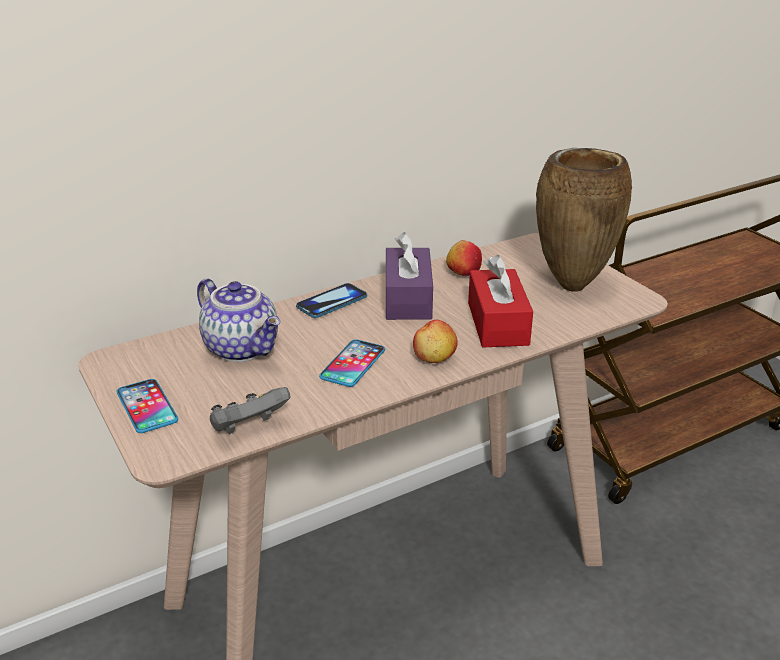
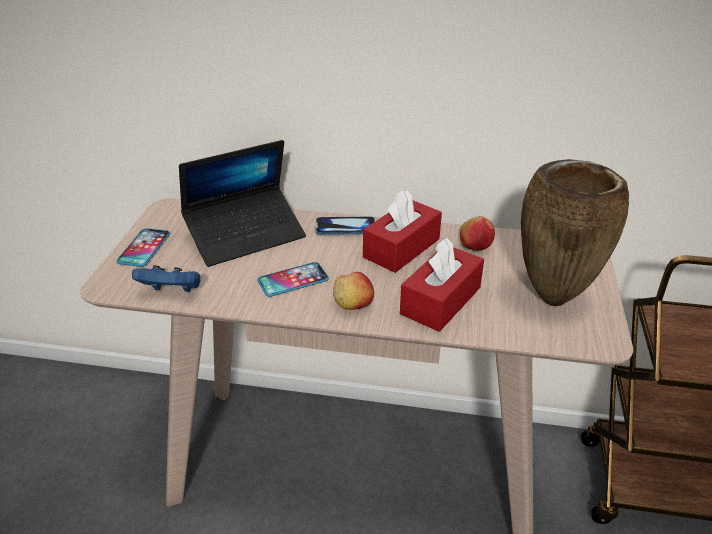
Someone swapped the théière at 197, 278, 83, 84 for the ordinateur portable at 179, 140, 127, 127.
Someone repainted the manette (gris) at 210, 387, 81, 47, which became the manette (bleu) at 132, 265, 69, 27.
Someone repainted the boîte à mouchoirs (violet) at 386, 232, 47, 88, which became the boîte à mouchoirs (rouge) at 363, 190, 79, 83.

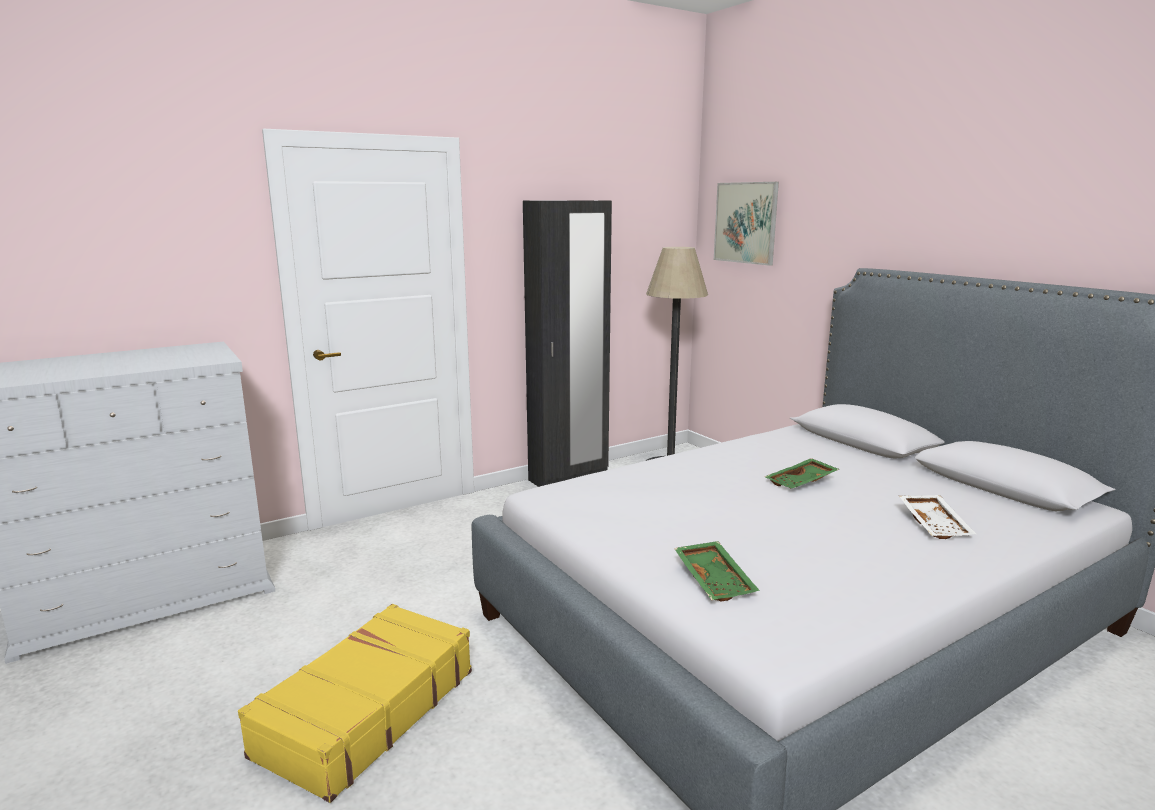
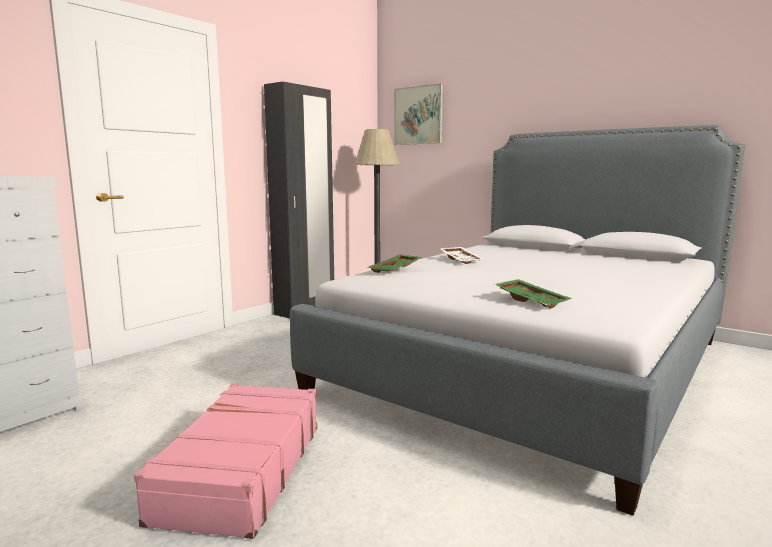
Someone repainted the valise (jaune) at 238, 604, 234, 199, which became the valise (rose) at 134, 384, 183, 155.
Someone carried the plateau (vert) from 765, 458, 74, 31 to 366, 255, 55, 18.
Someone carried the plateau (blanc) from 899, 495, 77, 44 to 439, 247, 45, 17.

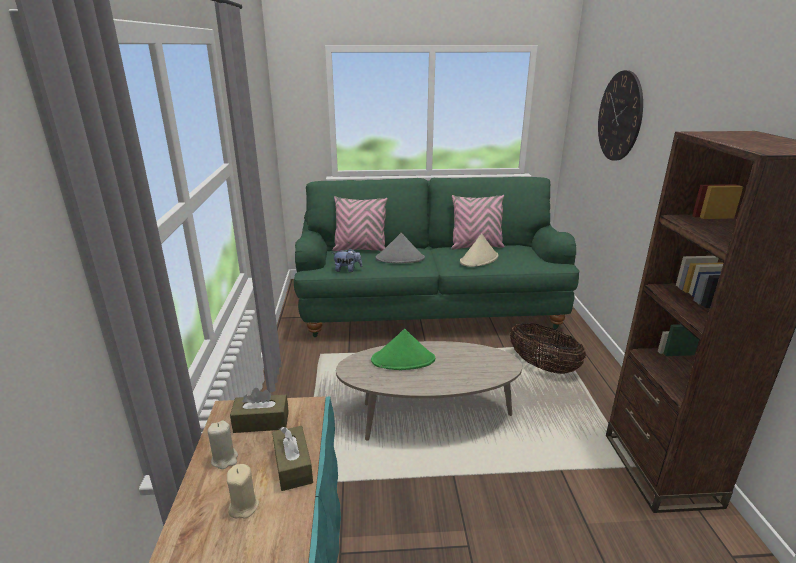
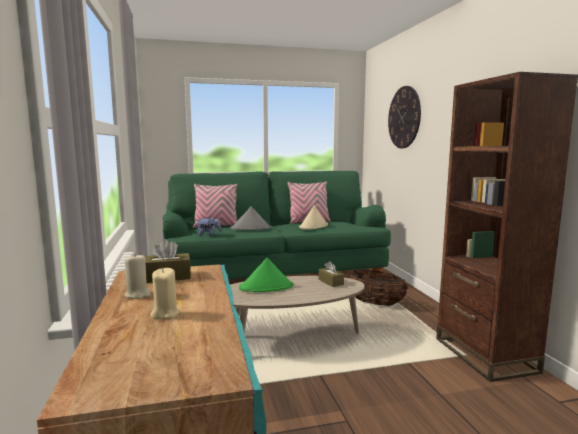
Someone carried the boîte à mouchoirs (marron) from 272, 426, 41, 65 to 319, 261, 25, 26.

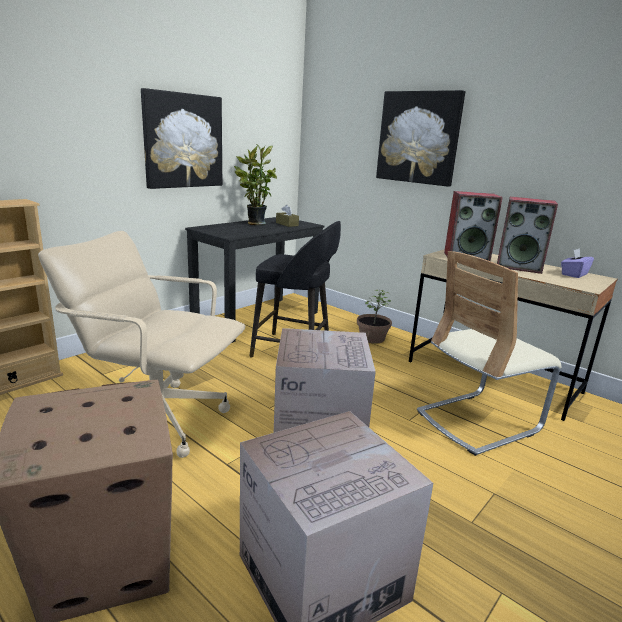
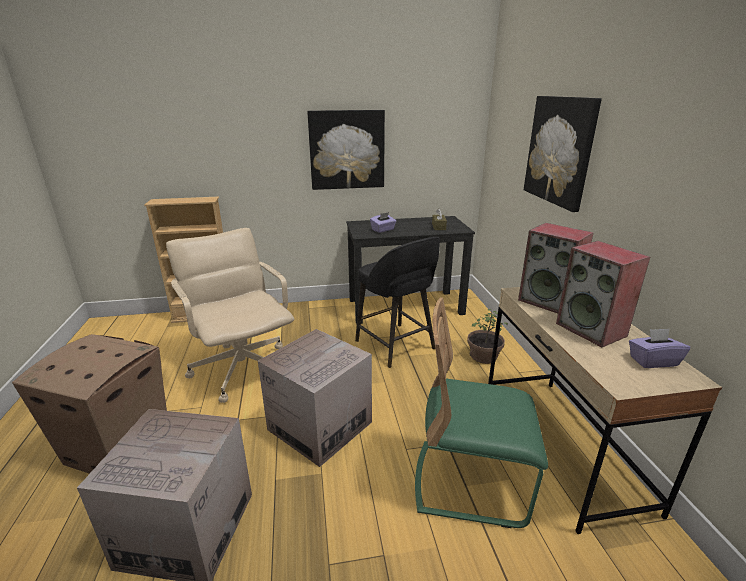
Someone took away the plante en pot at 234, 144, 43, 81.
Someone repainted the chaise (beige) at 417, 251, 145, 205, which became the chaise (vert) at 415, 297, 133, 231.
Someone put down the boîte à mouchoirs (violet) at 370, 212, 26, 21.

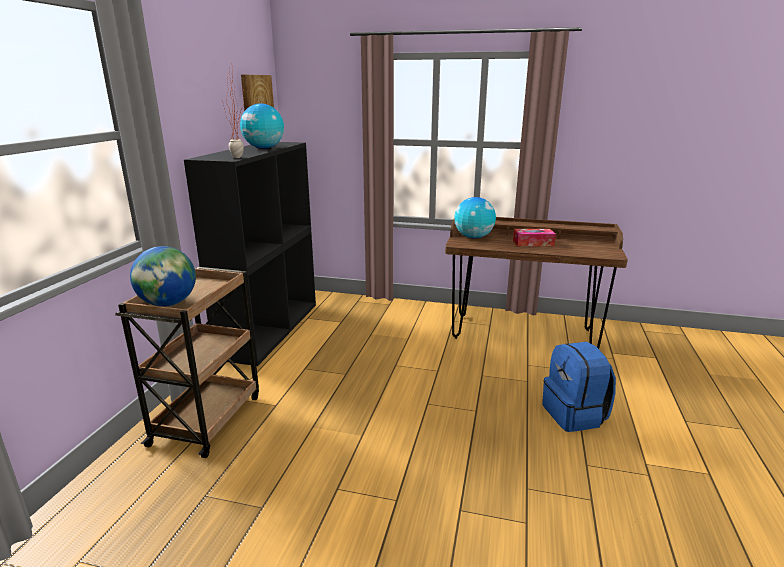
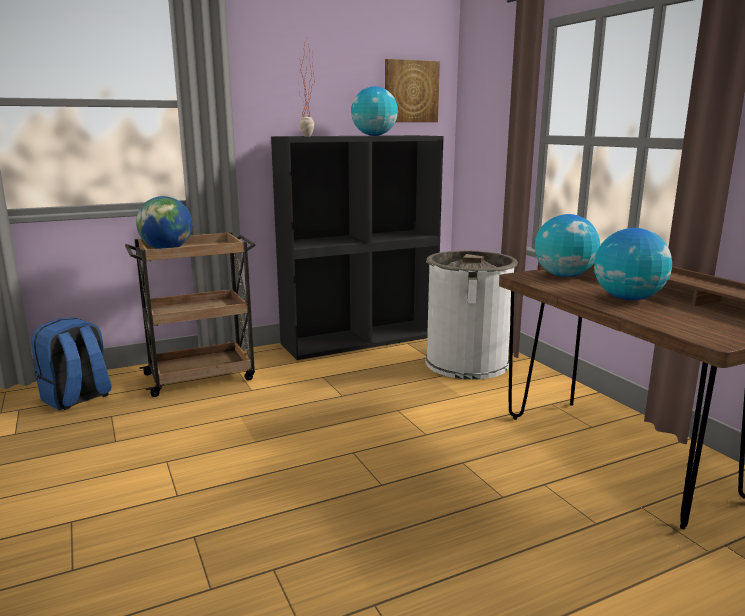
Someone swapped the boîte à mouchoirs at 513, 229, 43, 17 for the globe at 594, 228, 78, 72.
Someone carried the sac à dos (bleu) from 542, 342, 74, 90 to 31, 317, 80, 93.
Someone put down the poubelle (blanc) at 425, 250, 93, 130.

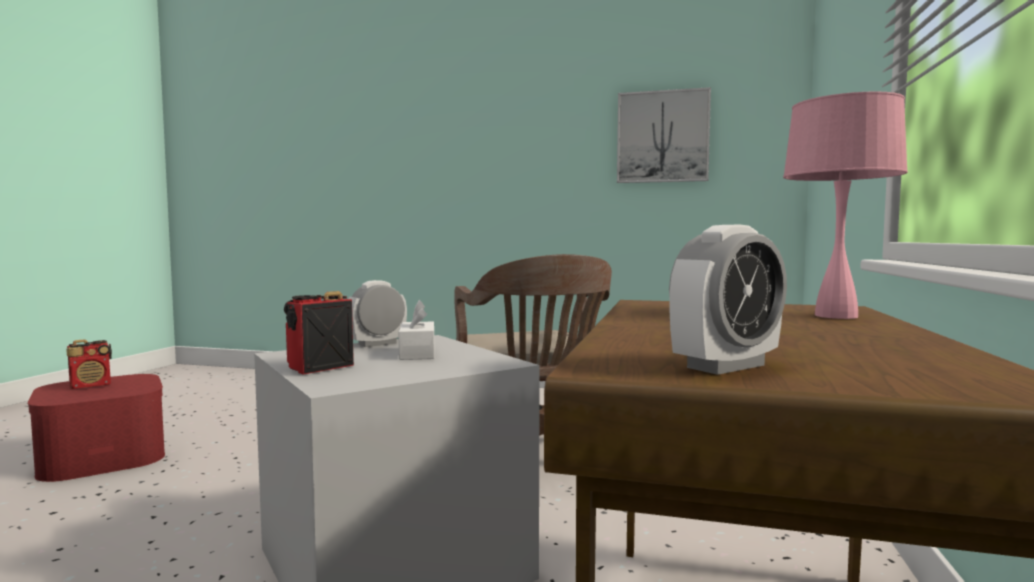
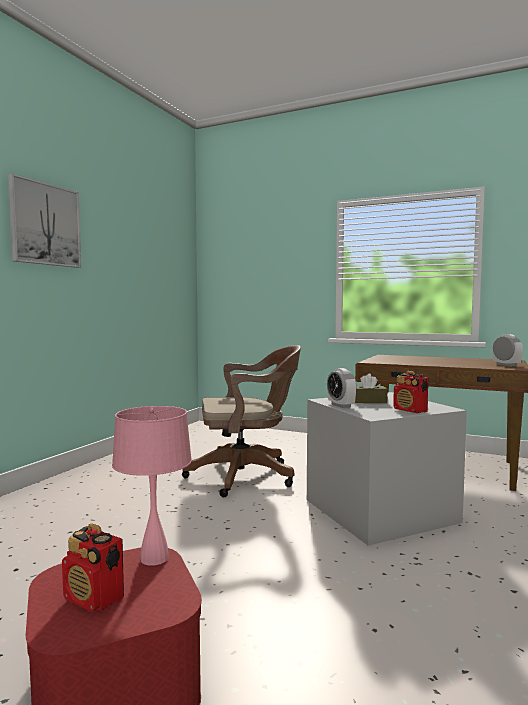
Someone rotated the radio at 66, 339, 46, 50 by 150 degrees clockwise.
Someone repainted the boîte à mouchoirs (blanc) at 398, 300, 37, 60, which became the boîte à mouchoirs (marron) at 355, 373, 32, 30.
Someone carried the tableau from 617, 87, 94, 96 to 8, 174, 73, 94.
Someone carried the lampe de table (rose) from 783, 92, 125, 227 to 112, 406, 80, 160.

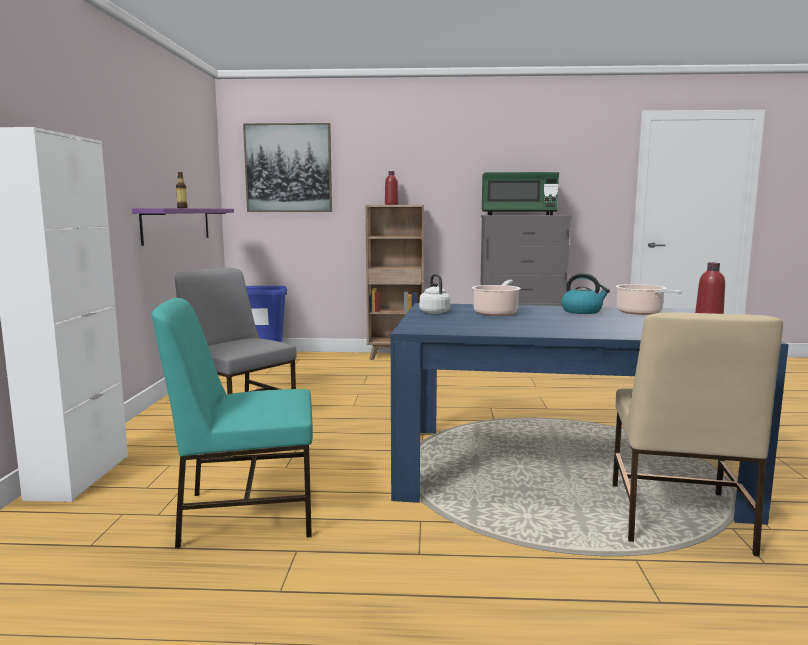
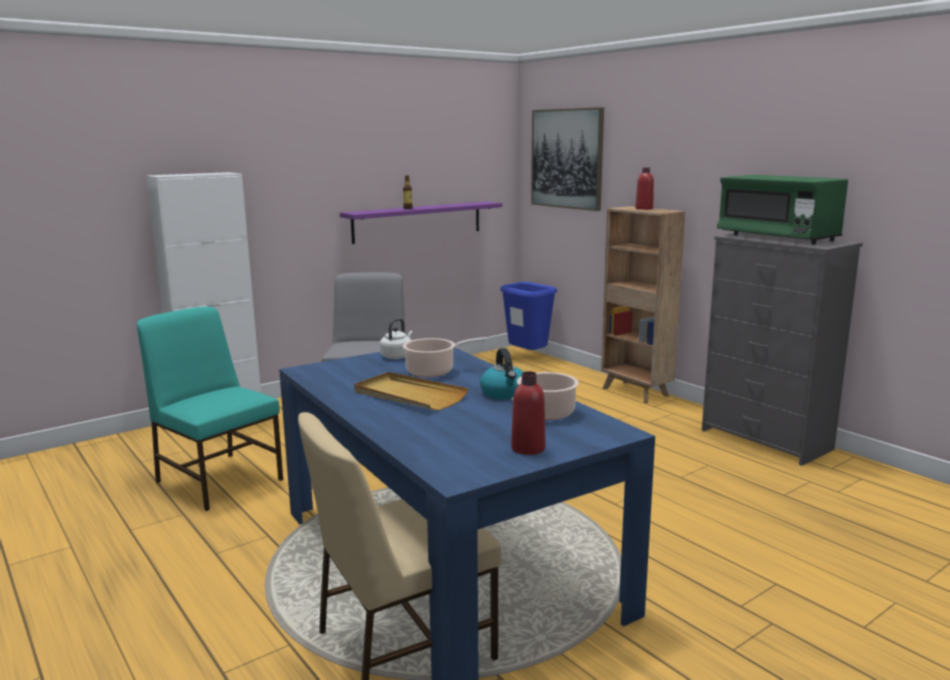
Someone put down the plateau (beige) at 354, 372, 114, 39.

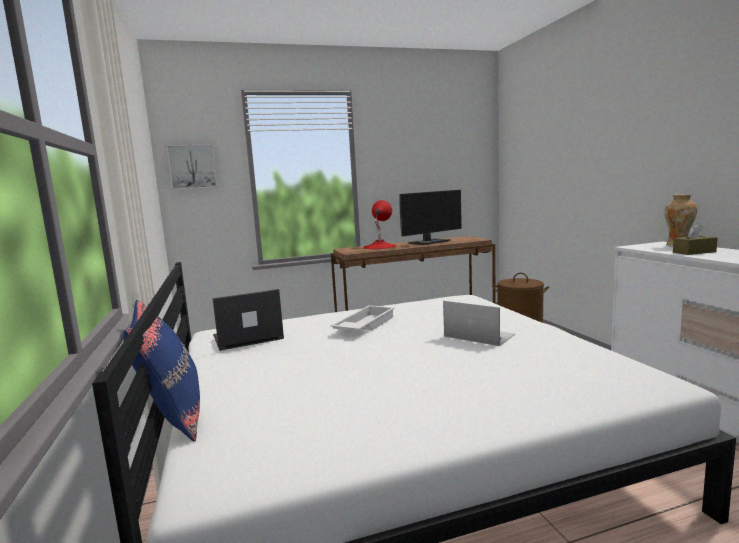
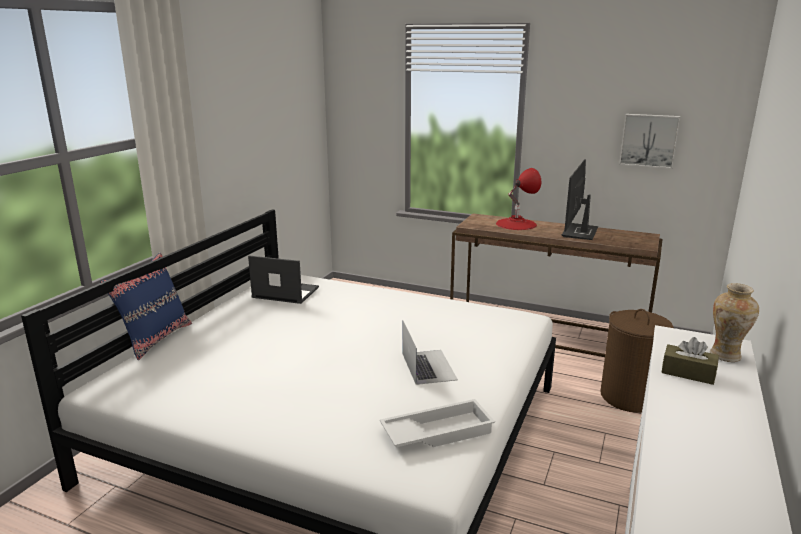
Someone carried the tableau from 166, 144, 51, 46 to 619, 114, 61, 55.
Someone carried the plateau (blanc) from 330, 305, 65, 26 to 380, 399, 115, 48.
Someone rotated the écran d'ordinateur at 400, 190, 62, 55 by 105 degrees clockwise.

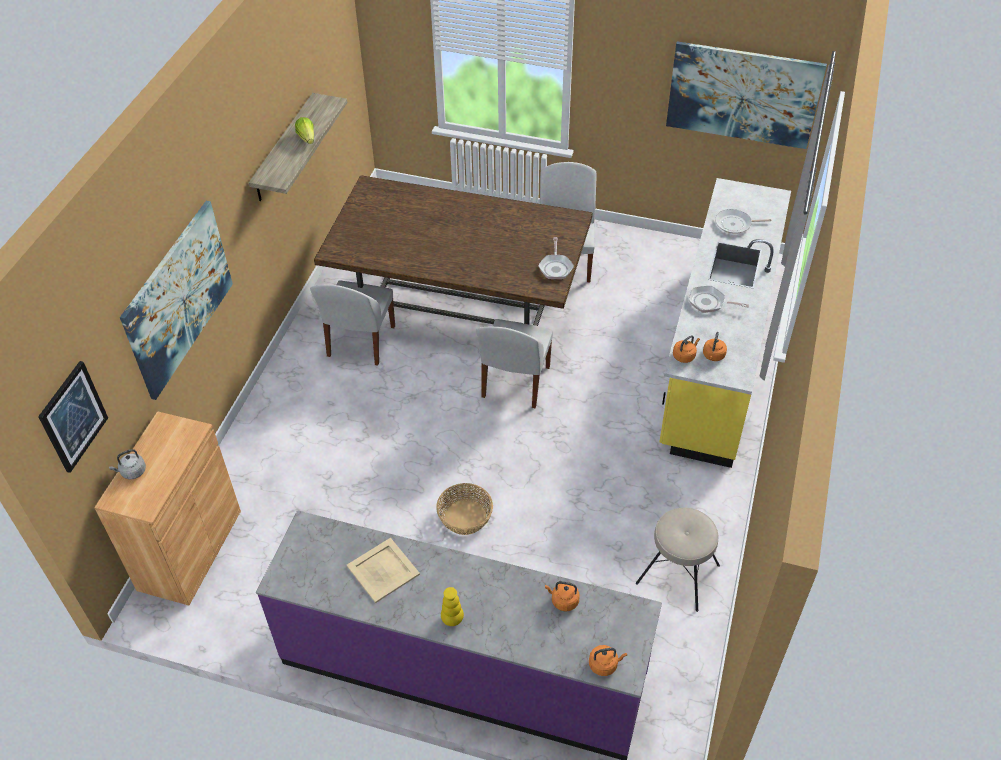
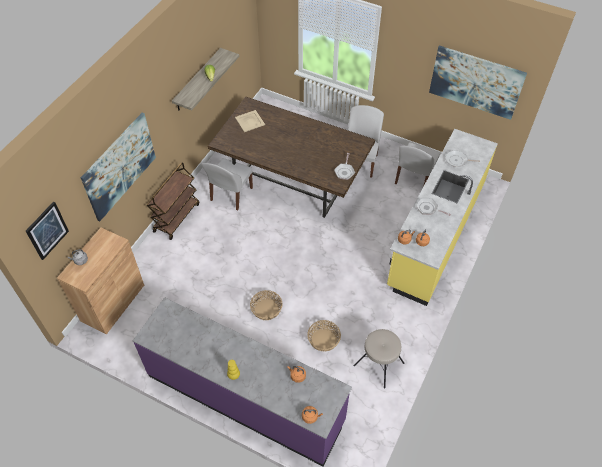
Someone carried the plateau (beige) from 347, 538, 73, 65 to 235, 110, 30, 22.
Someone carried the chaise (blanc) from 476, 319, 77, 89 to 395, 142, 45, 45.
Someone put down the chariot (marron) at 147, 163, 52, 77.
Someone put down the panier at 307, 320, 34, 31.

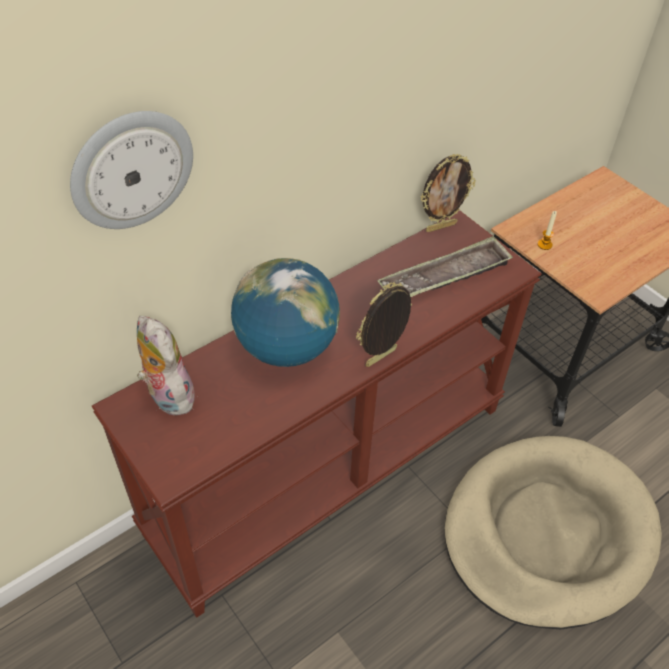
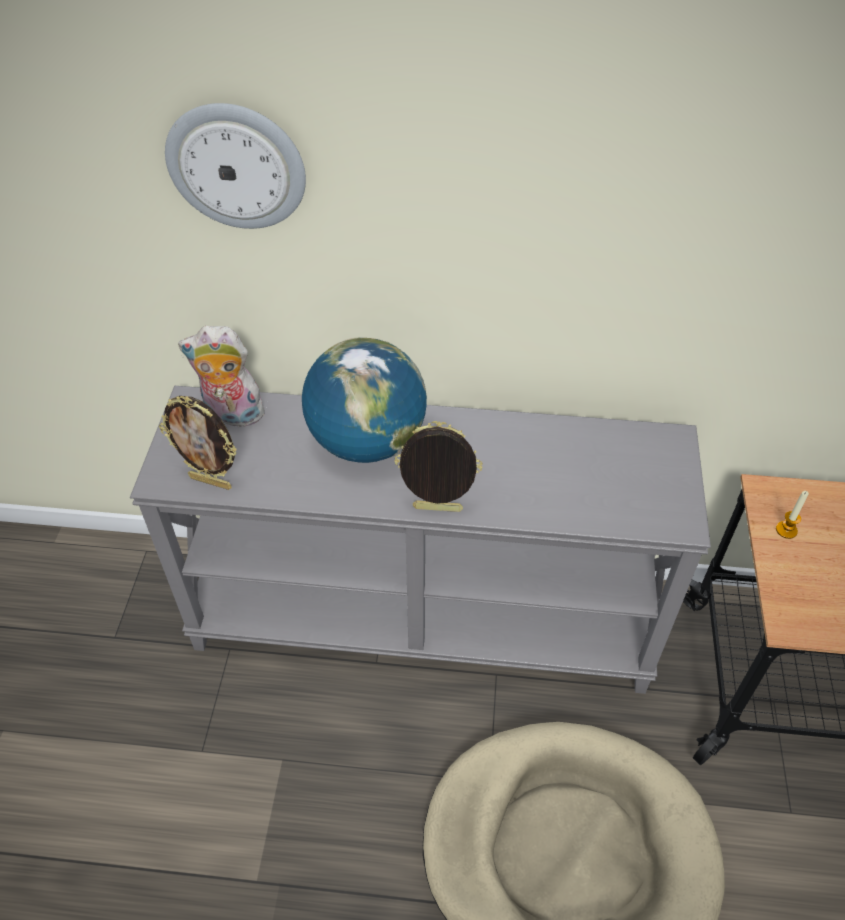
Someone repainted the table console (marron) at 91, 210, 451, 408, which became the table console (gris) at 130, 386, 581, 308.
Someone rotated the peluche at 137, 316, 60, 100 by 90 degrees counterclockwise.
Someone took away the plateau at 377, 236, 136, 61.
Someone carried the cadre photo from 421, 154, 55, 78 to 159, 396, 78, 94.

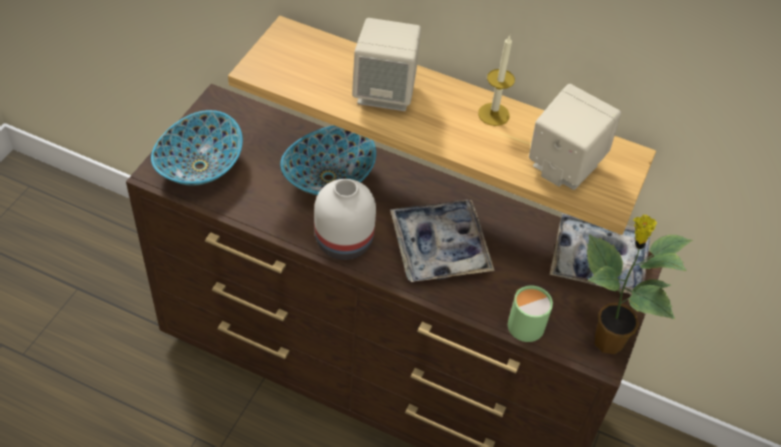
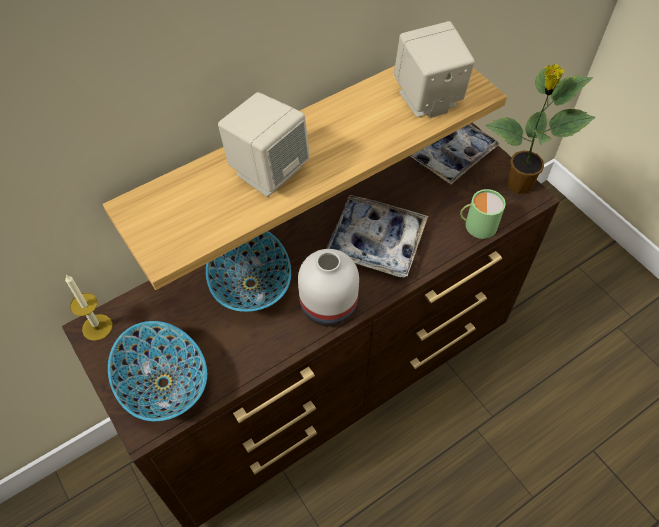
Someone carried the bougie from 478, 35, 37, 91 to 65, 275, 48, 66.

